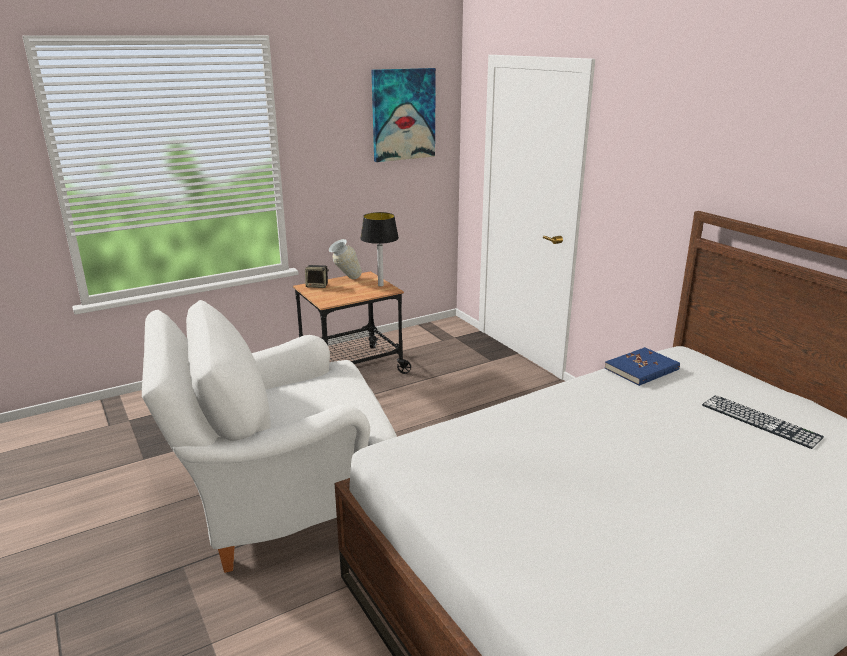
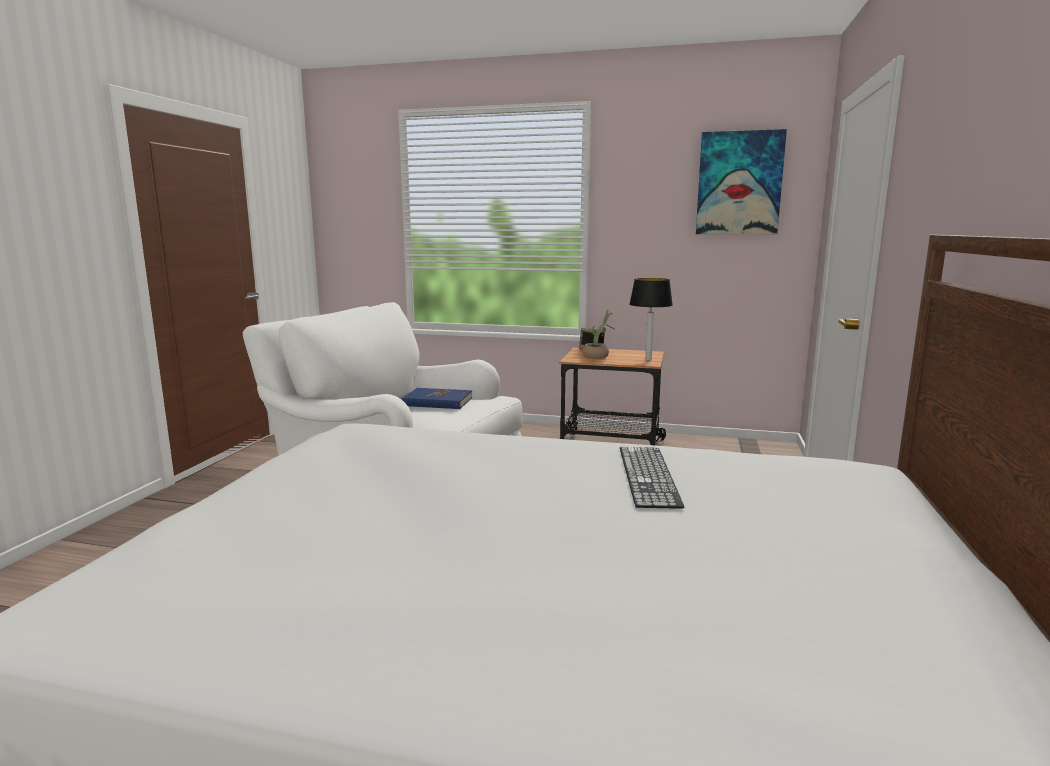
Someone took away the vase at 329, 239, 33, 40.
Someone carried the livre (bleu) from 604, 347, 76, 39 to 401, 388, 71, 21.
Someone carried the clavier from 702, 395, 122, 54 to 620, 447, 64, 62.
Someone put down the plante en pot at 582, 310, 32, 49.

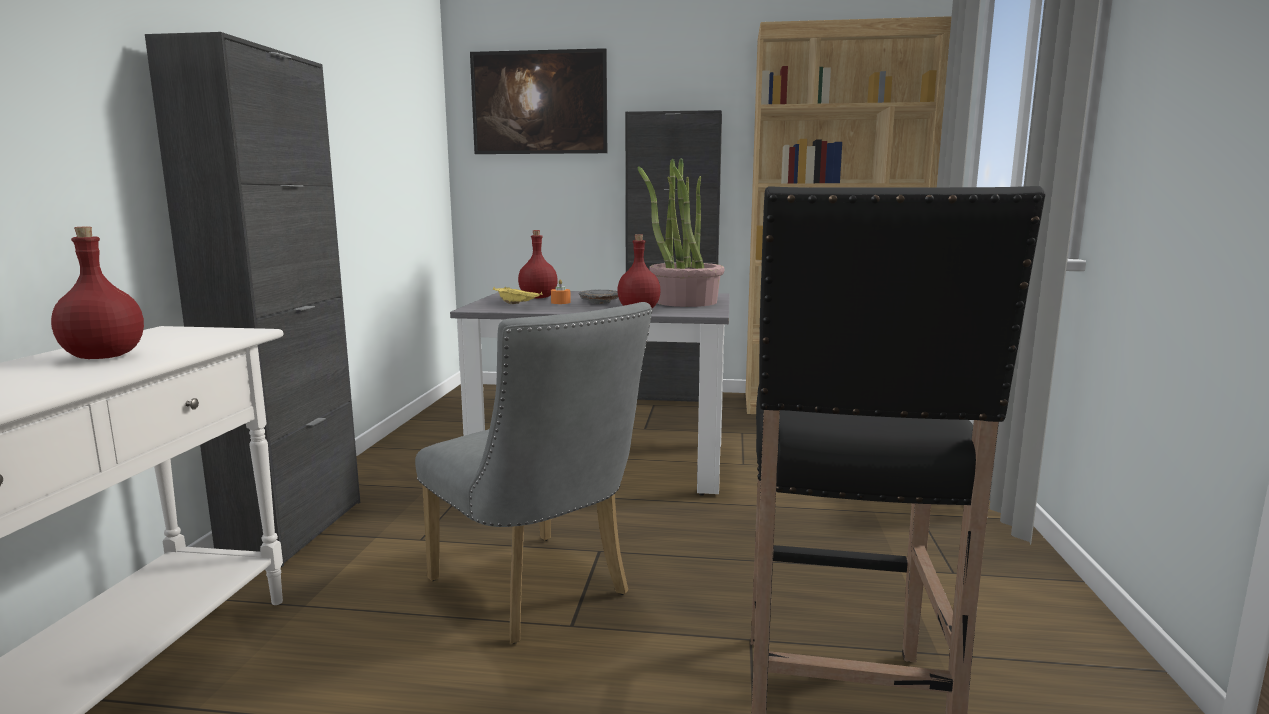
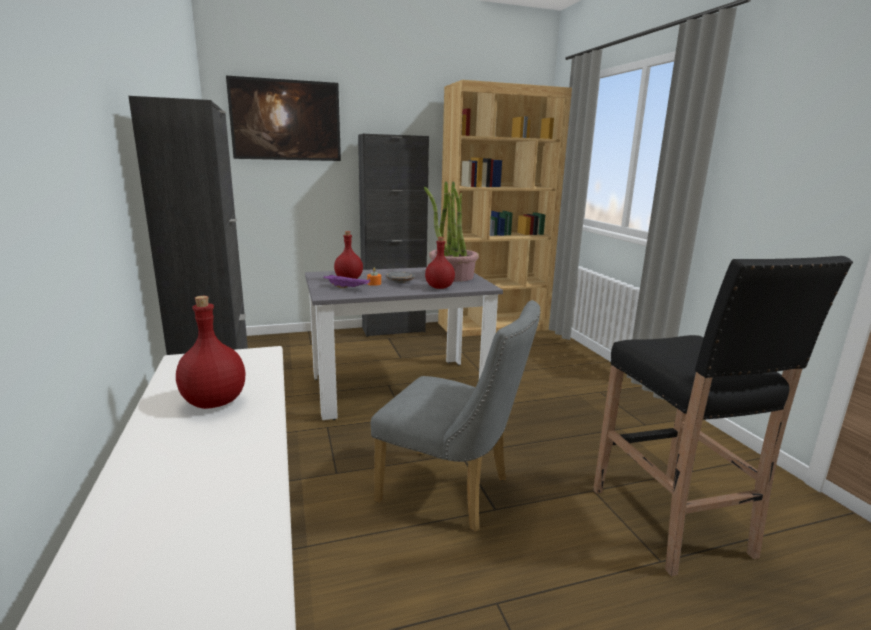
Someone repainted the plateau (jaune) at 493, 287, 49, 17, which became the plateau (violet) at 324, 275, 47, 14.

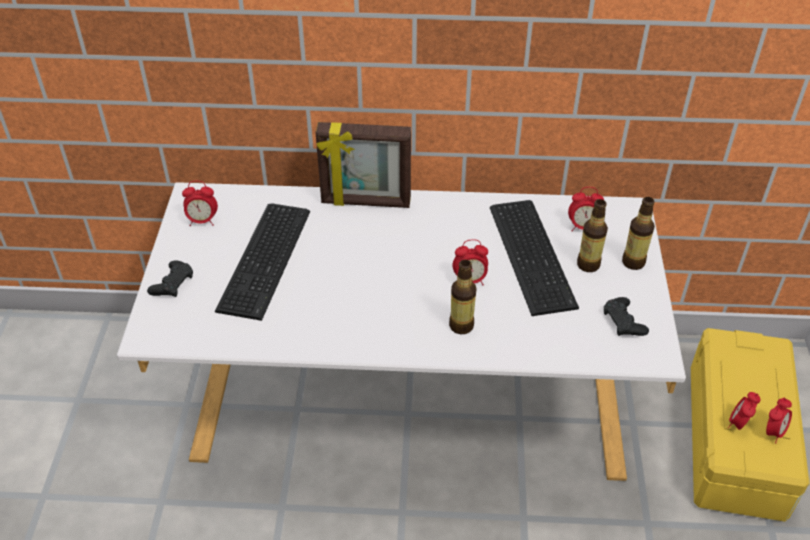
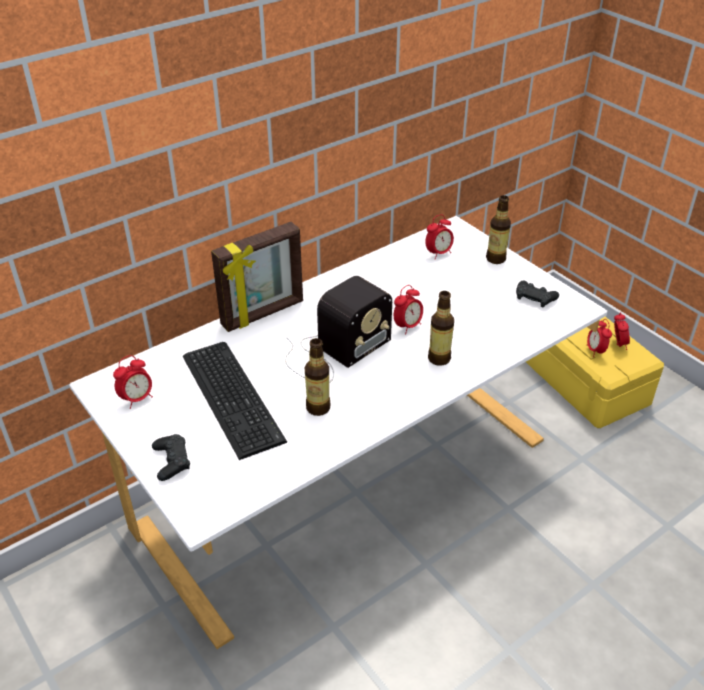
Someone took away the clavier at 490, 200, 89, 116.
Someone carried the bouteille from 577, 199, 31, 73 to 305, 338, 26, 78.
Someone put down the radio at 285, 276, 107, 107.

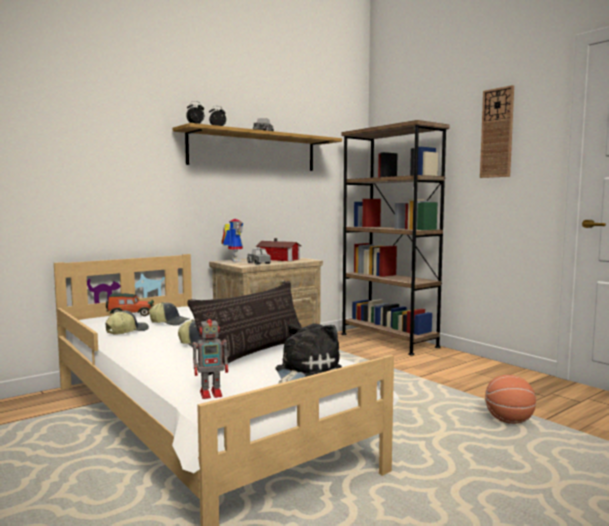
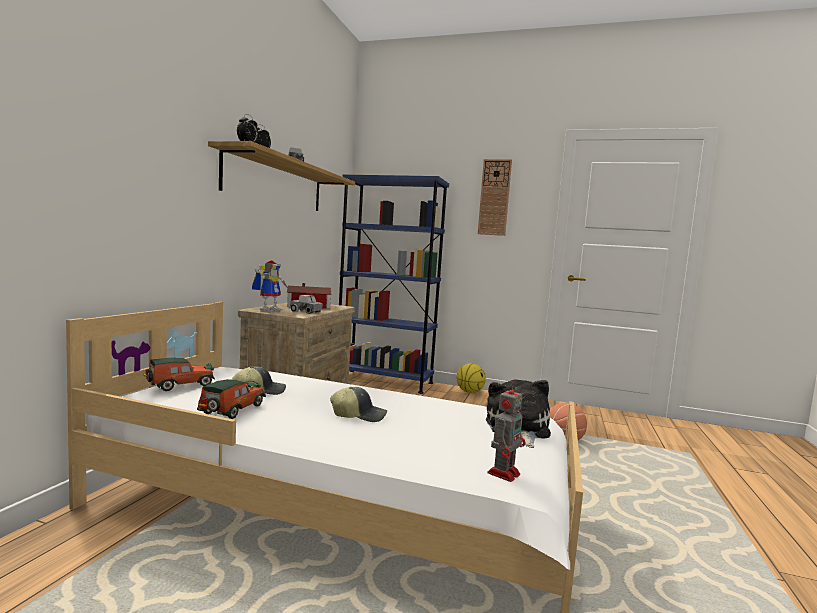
Someone swapped the casquette at 105, 311, 44, 24 for the petite voiture at 197, 379, 69, 40.
Someone took away the coussin at 187, 281, 115, 94.
Someone rotated the robot jouet at 222, 219, 21, 44 by 75 degrees clockwise.
Someone repainted the bibliothèque (marron) at 341, 120, 108, 235, which became the bibliothèque (bleu) at 339, 175, 110, 219.
Someone put down the ballon de basket at 456, 363, 30, 30.

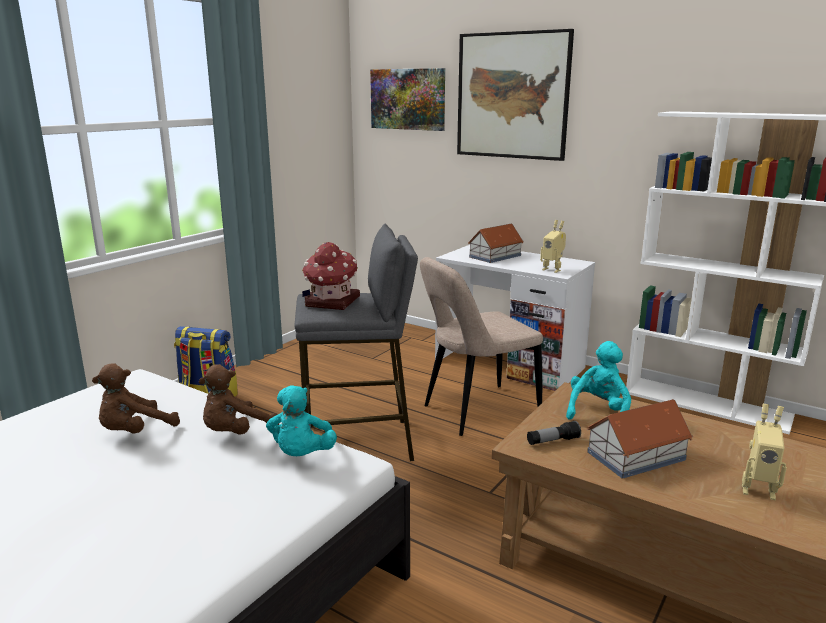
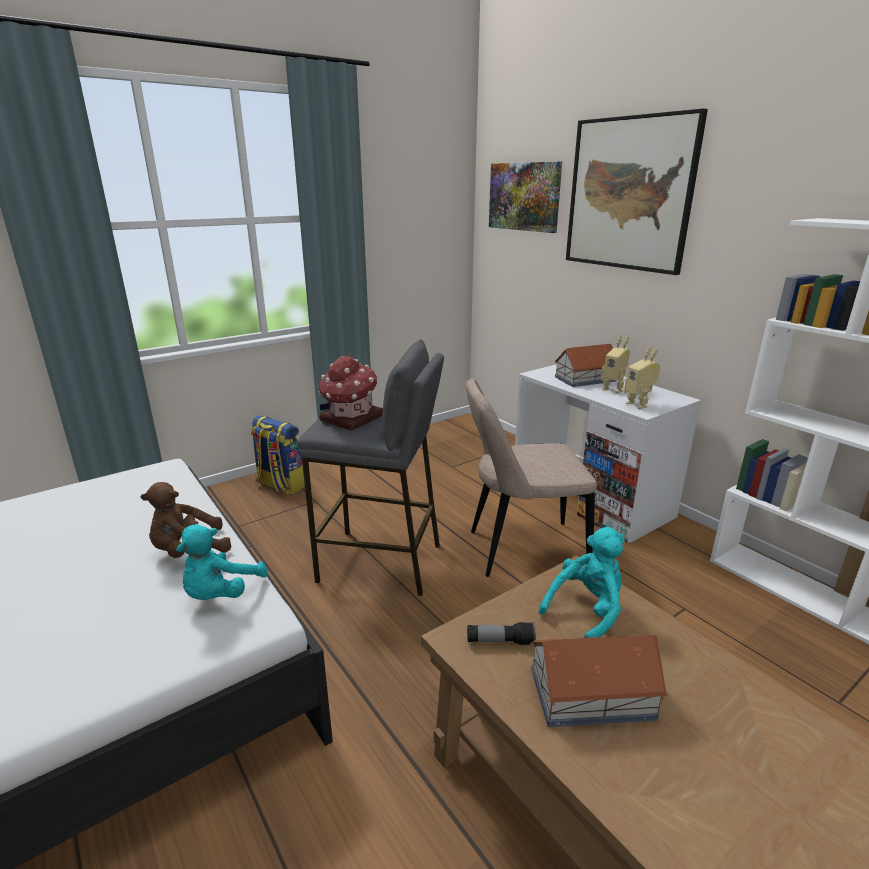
Someone took away the peluche (marron) at 92, 363, 88, 71.
Someone carried the robot jouet from 742, 404, 45, 96 to 601, 335, 29, 59.

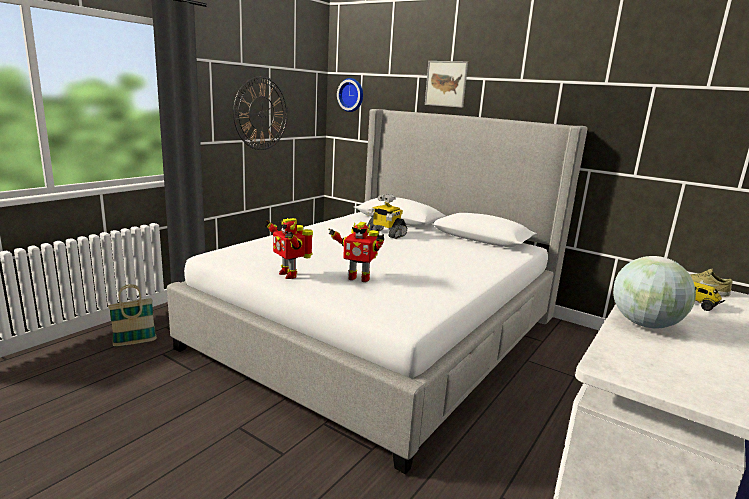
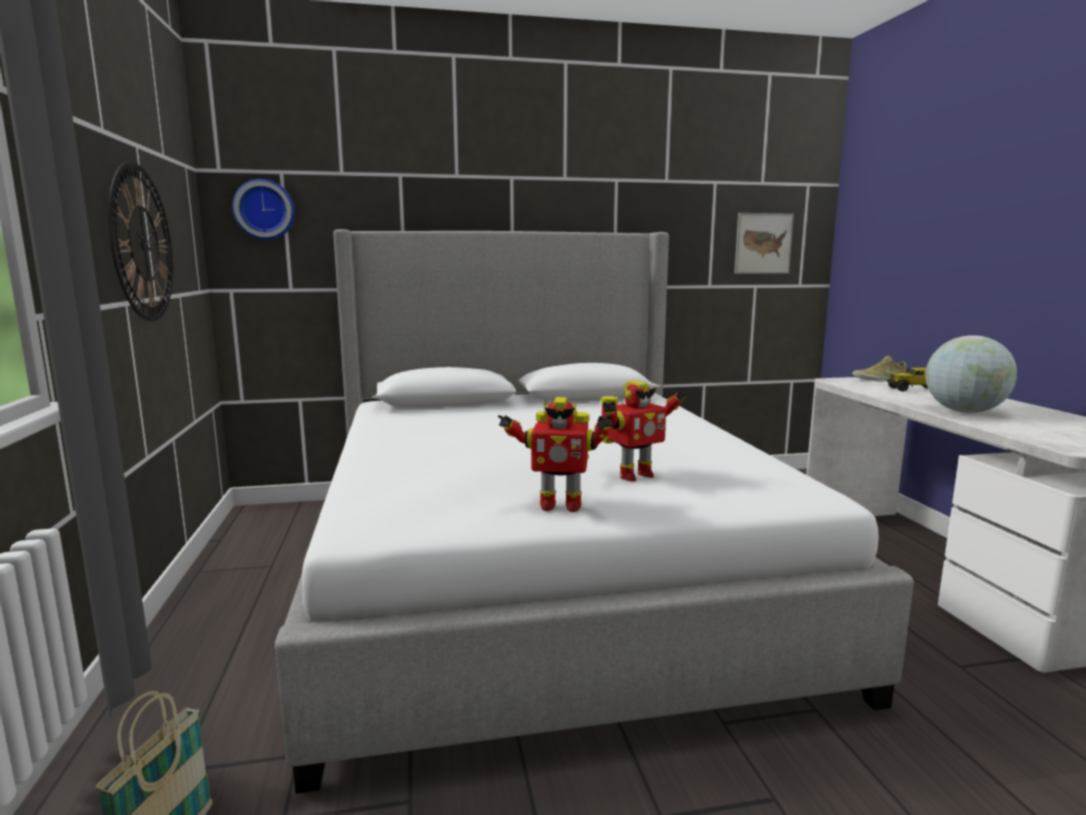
Someone took away the robot jouet at 366, 194, 41, 45.
Someone carried the tableau from 425, 61, 43, 47 to 734, 213, 60, 61.

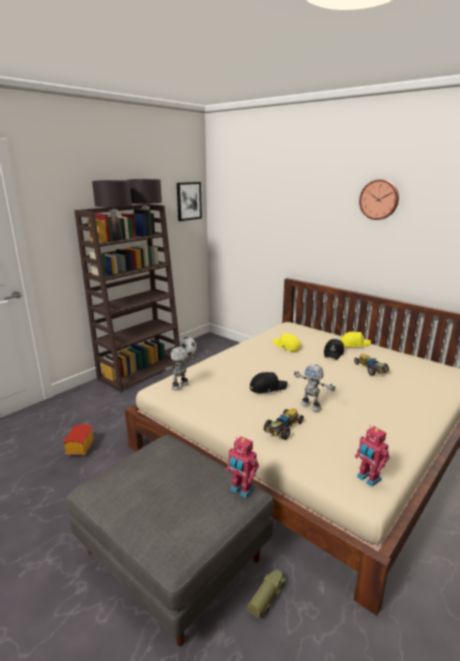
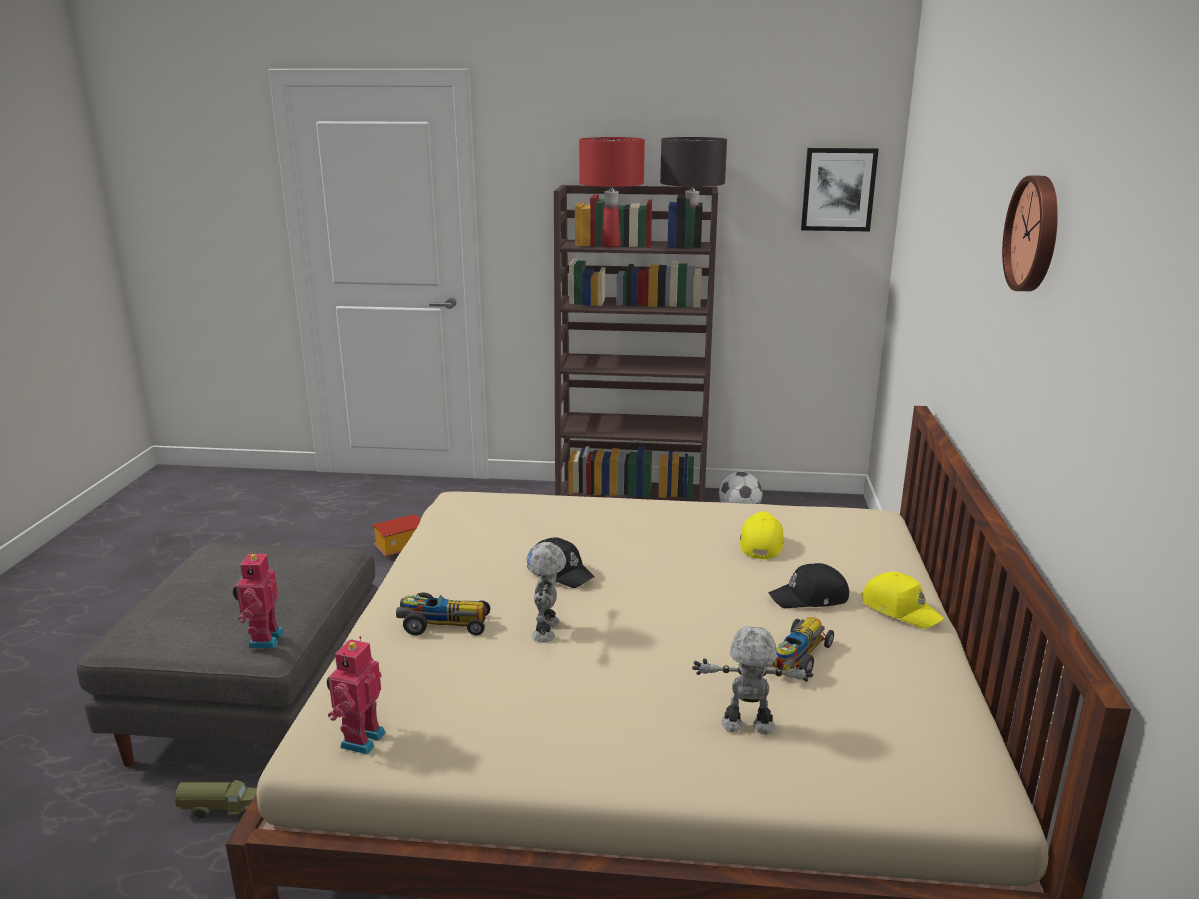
Someone repainted the lampe de table (noir) at 92, 180, 40, 61, which became the lampe de table (rouge) at 579, 137, 66, 110.
Someone carried the robot jouet from 163, 347, 34, 43 to 692, 627, 121, 107.

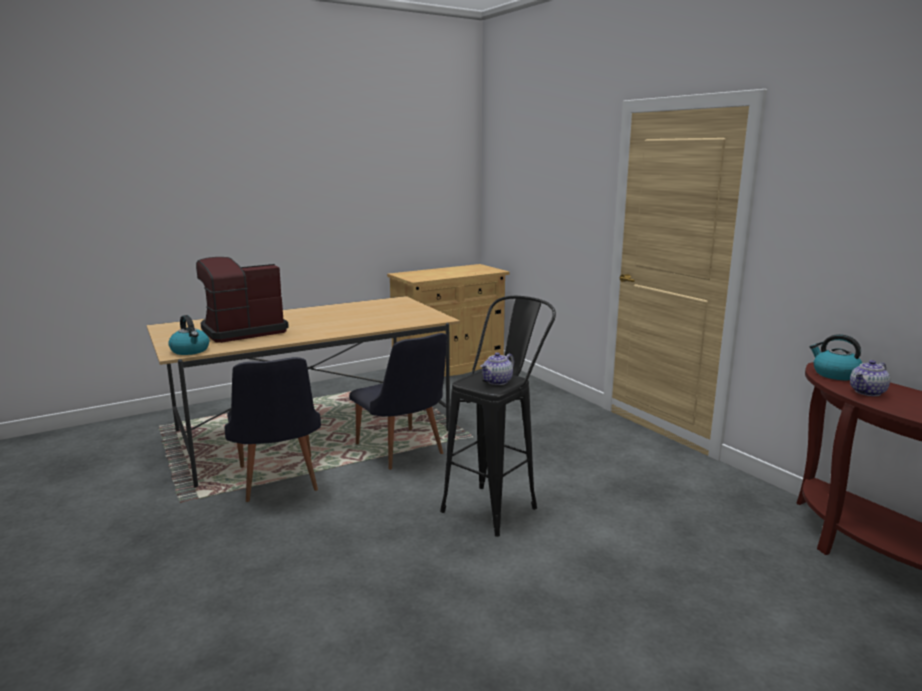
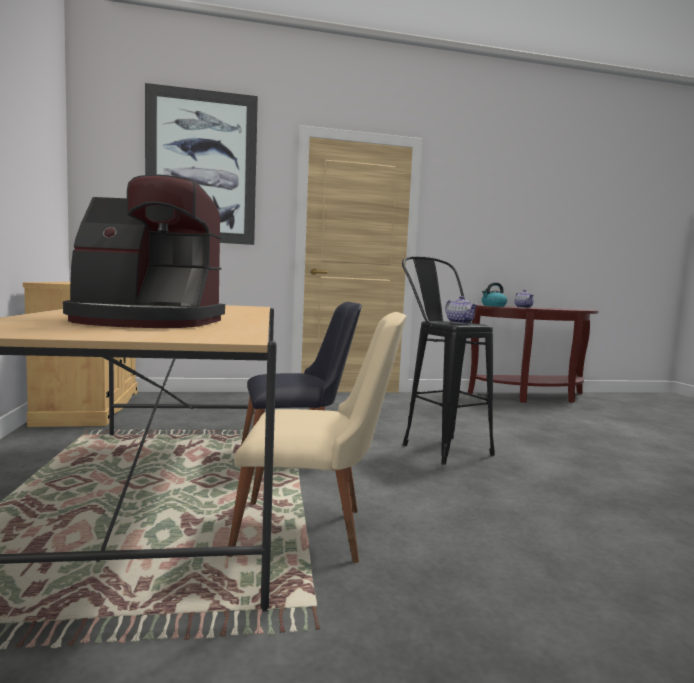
Someone took away the bouilloire at 168, 315, 41, 40.
Someone rotated the machine à café at 196, 257, 93, 86 by 75 degrees counterclockwise.
Someone repainted the chaise (noir) at 225, 357, 96, 145, which became the chaise (beige) at 227, 312, 180, 251.
Someone put up the tableau at 145, 83, 113, 162.

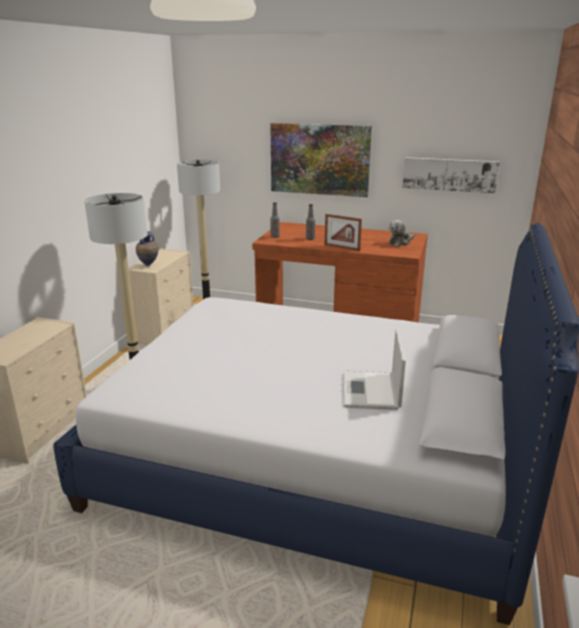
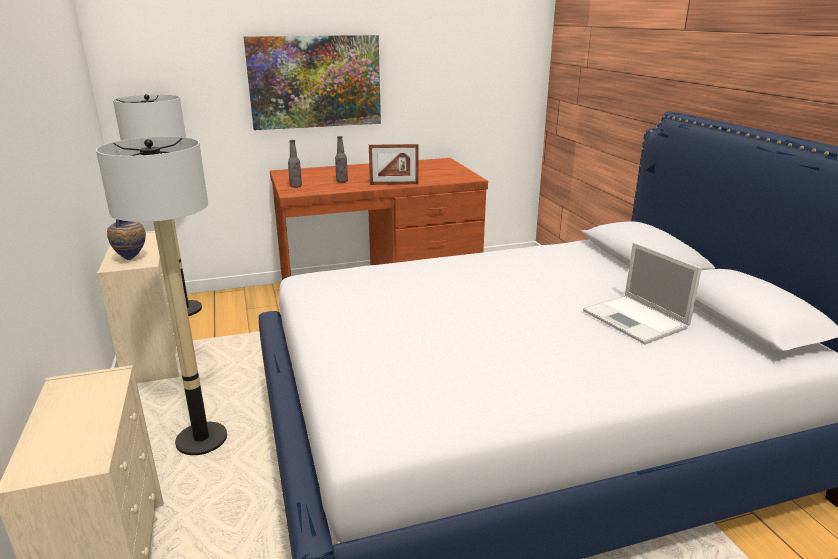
Someone took away the peluche at 389, 220, 26, 26.
Someone took away the tableau at 403, 157, 97, 36.

